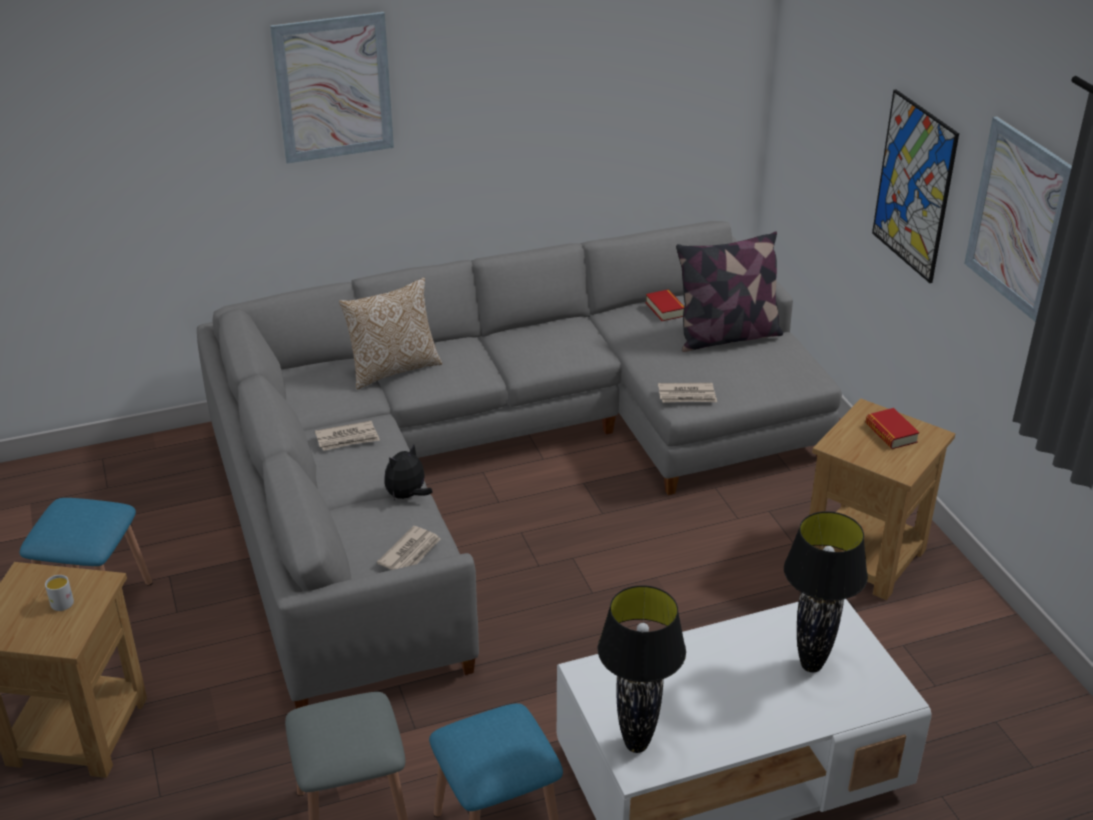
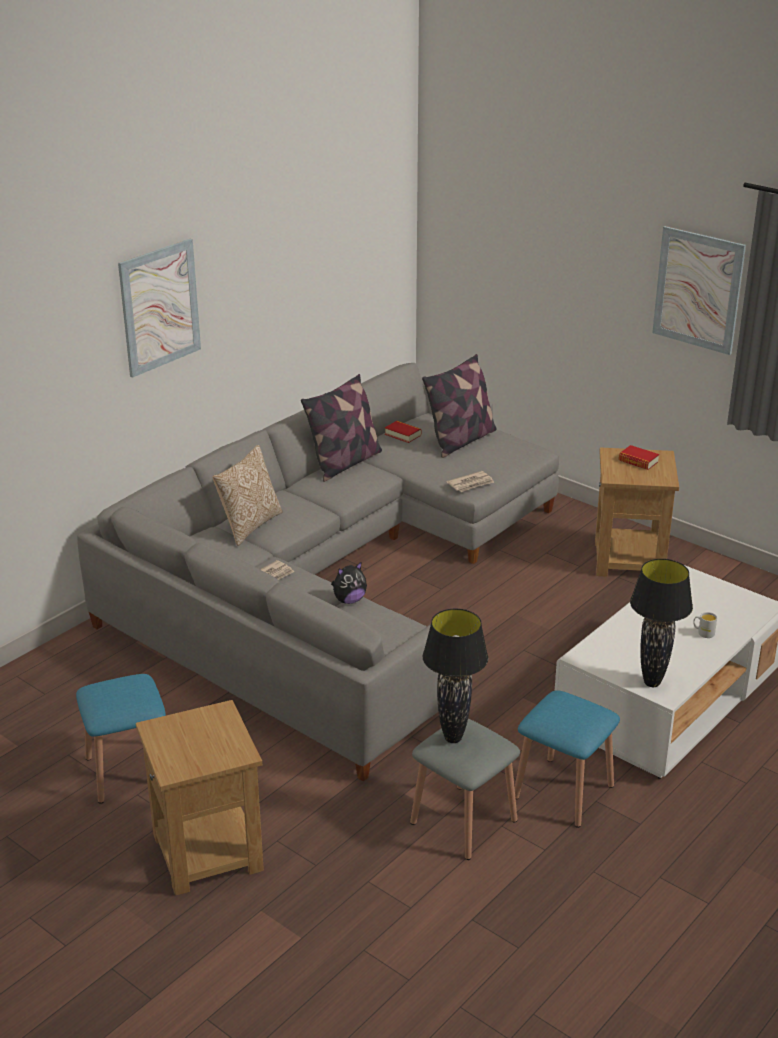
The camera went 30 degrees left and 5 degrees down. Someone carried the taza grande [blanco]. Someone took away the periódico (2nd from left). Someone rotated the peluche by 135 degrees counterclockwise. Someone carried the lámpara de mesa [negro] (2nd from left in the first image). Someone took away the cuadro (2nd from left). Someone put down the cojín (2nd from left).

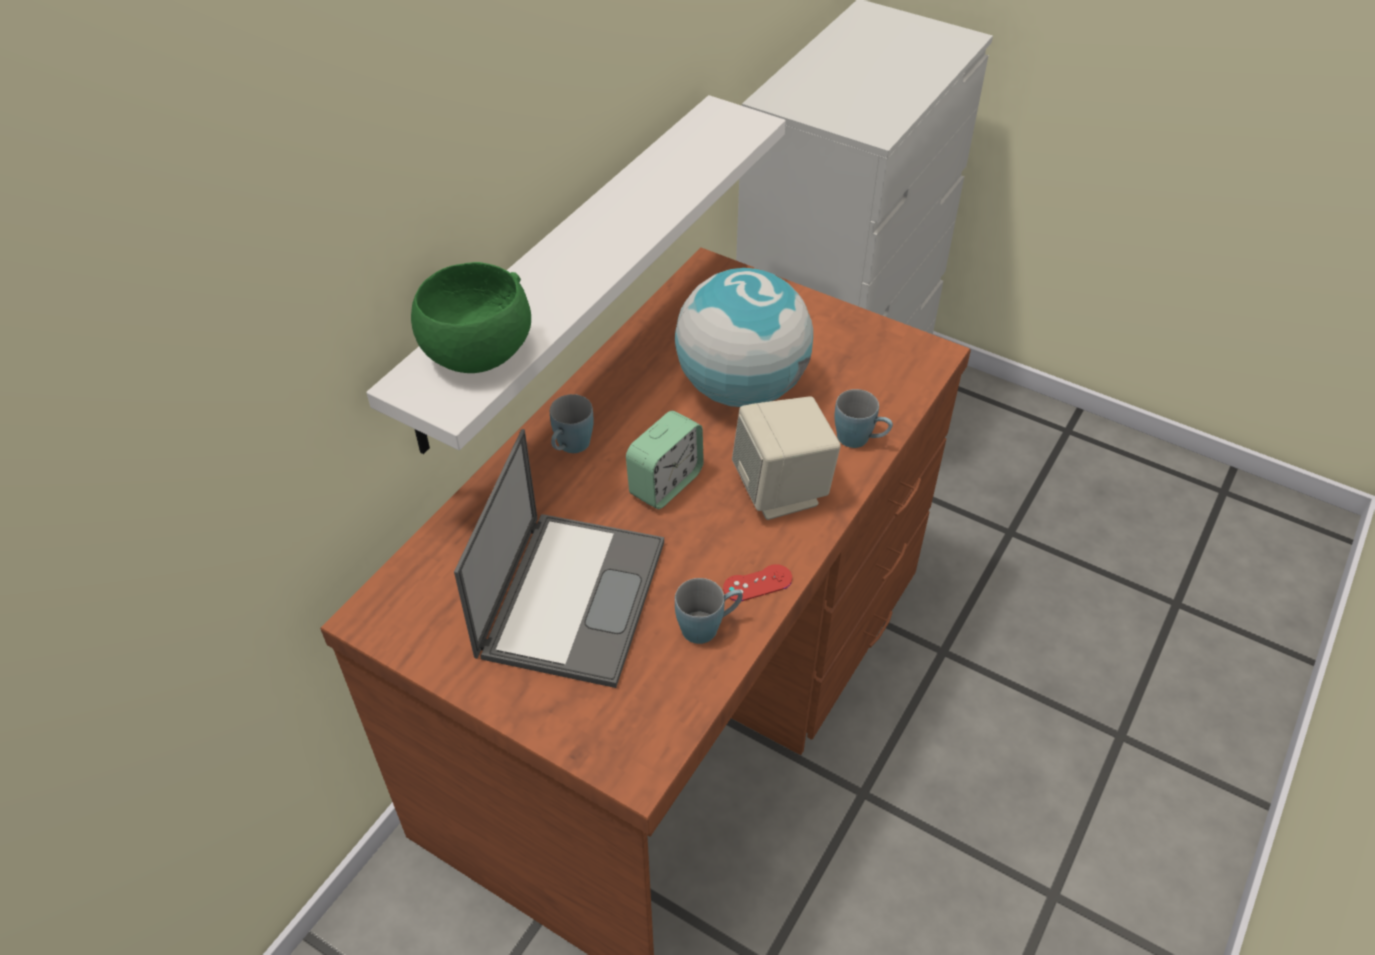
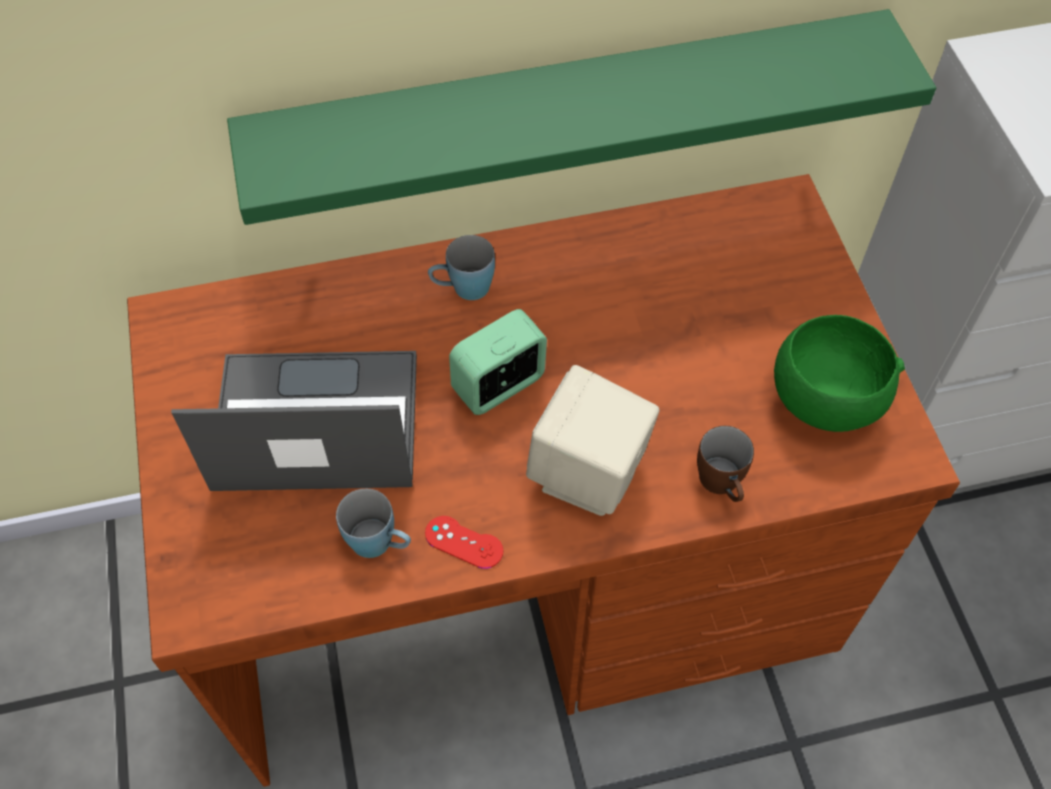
The camera went 45 degrees right and 10 degrees up. Someone repainted the estante [blanco], which became the estante [verde]. Someone carried the cuenco [verde]. Someone rotated the portátil by 150 degrees counterclockwise. Someone rotated the despertador by 150 degrees clockwise. Someone took away the globo terráqueo. Someone repainted the taza grande [azul] (3rd from left), which became the taza grande [marrón].

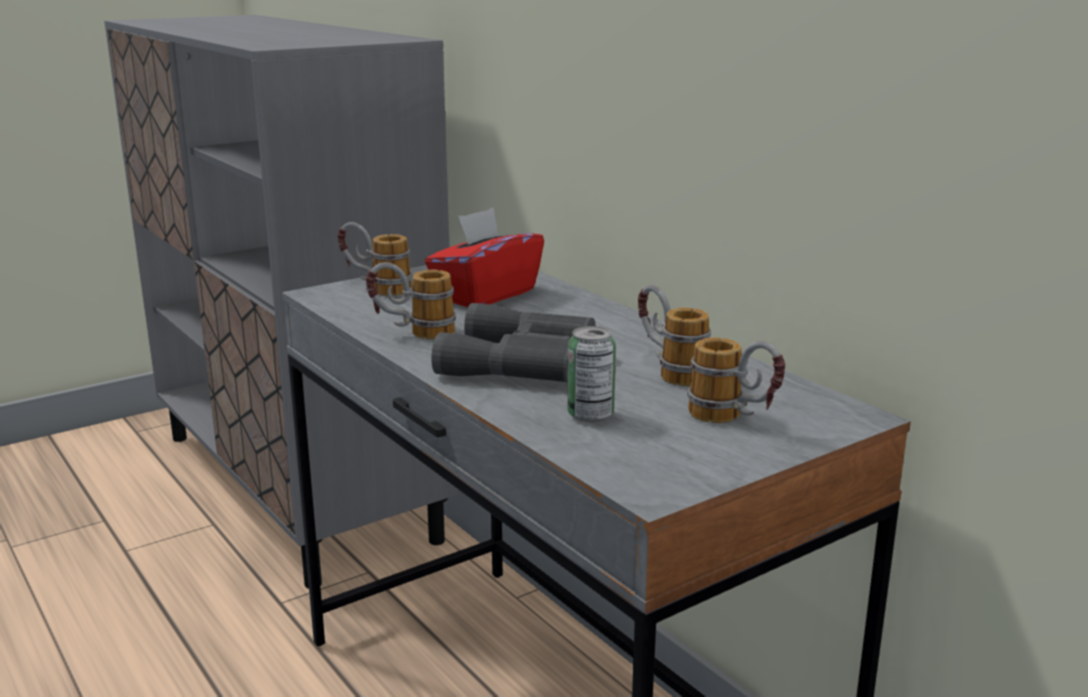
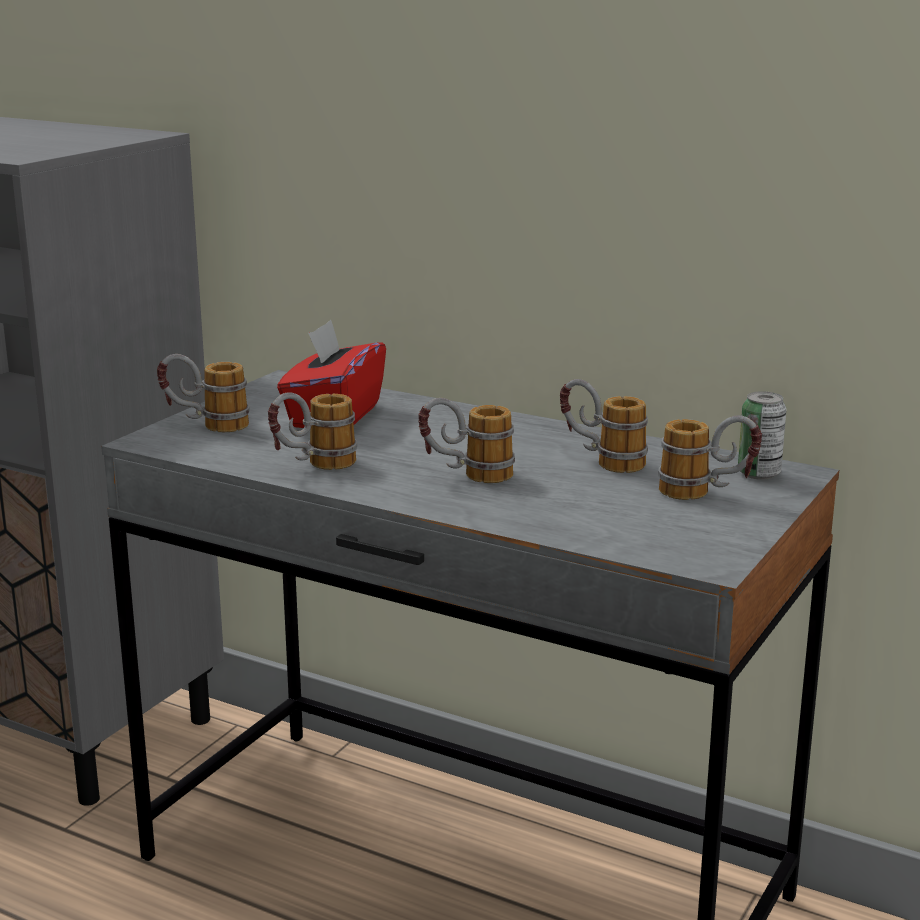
The camera went 25 degrees left and 0 degrees up. Someone swapped the prismáticos [gris] for the taza grande (3rd from left). Someone carried the lata.

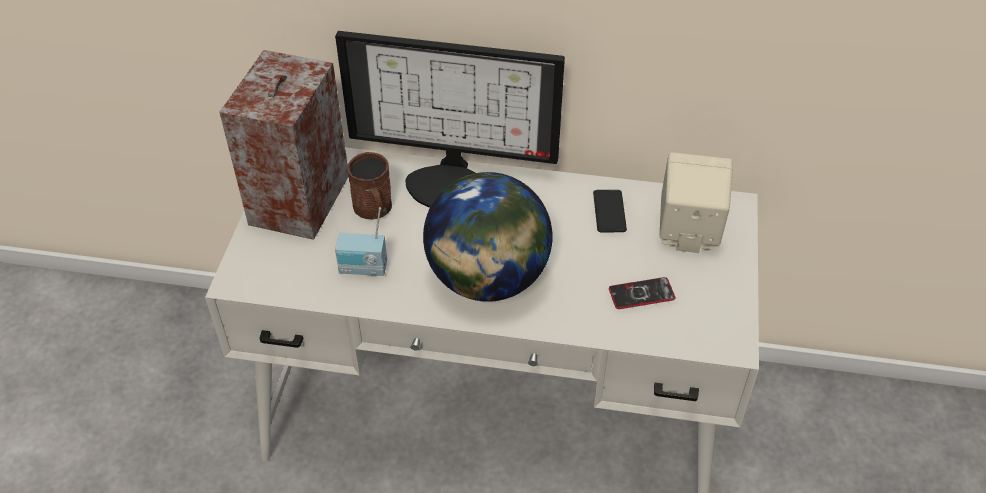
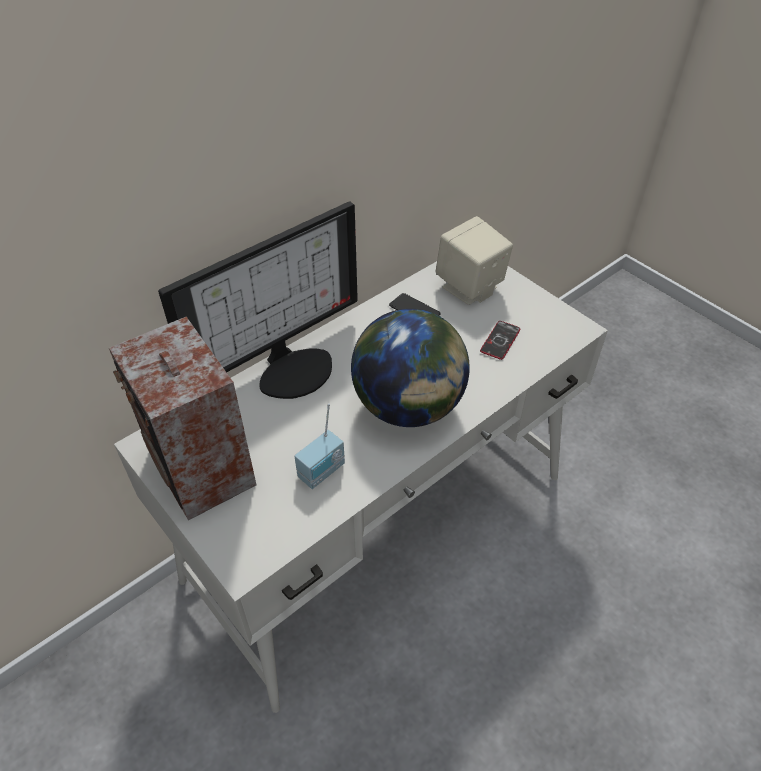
The camera went 50 degrees left and 0 degrees up. Someone took away the taza grande [marrón].

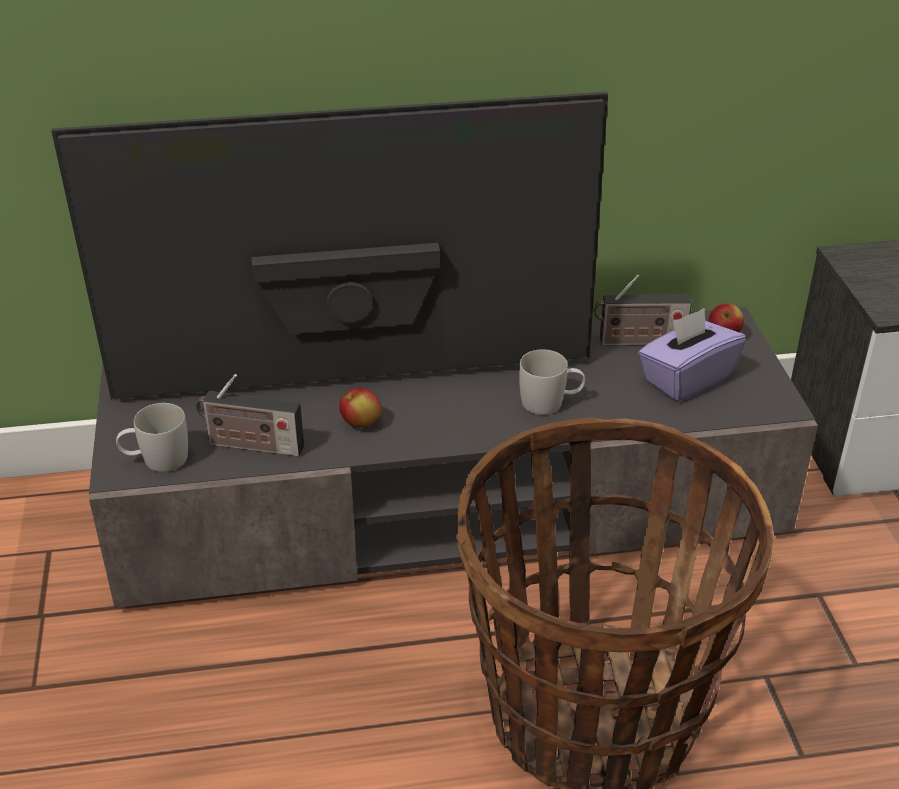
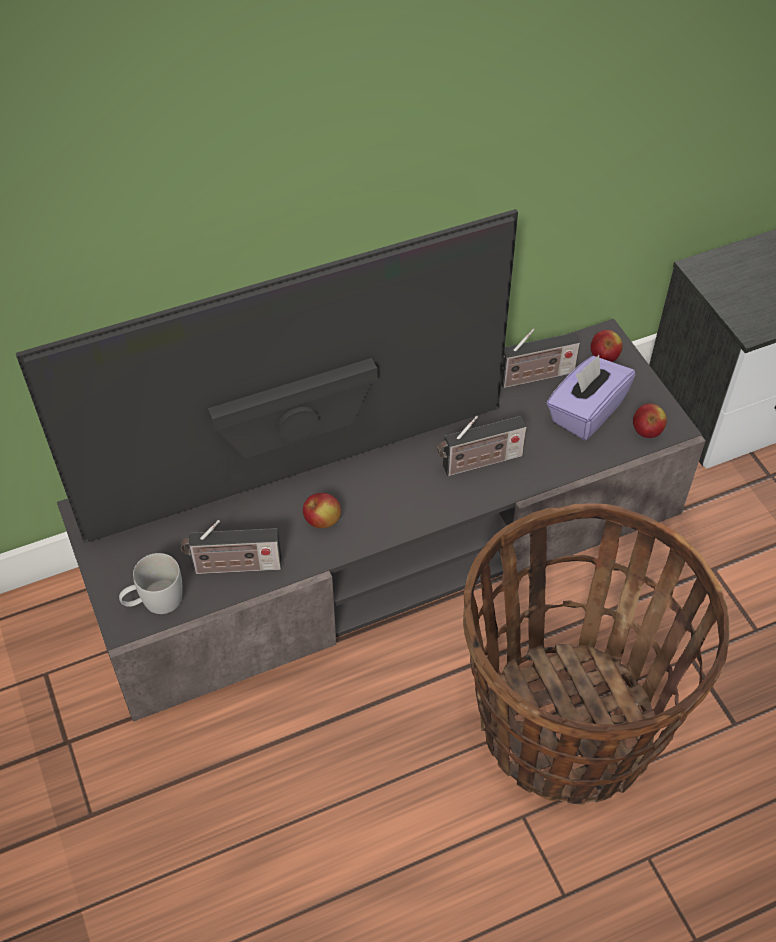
The camera went 15 degrees left and 15 degrees up. Someone swapped the taza grande [blanco] (2nd from left) for the radio (2nd from left). Someone put down the manzana (3rd from left).

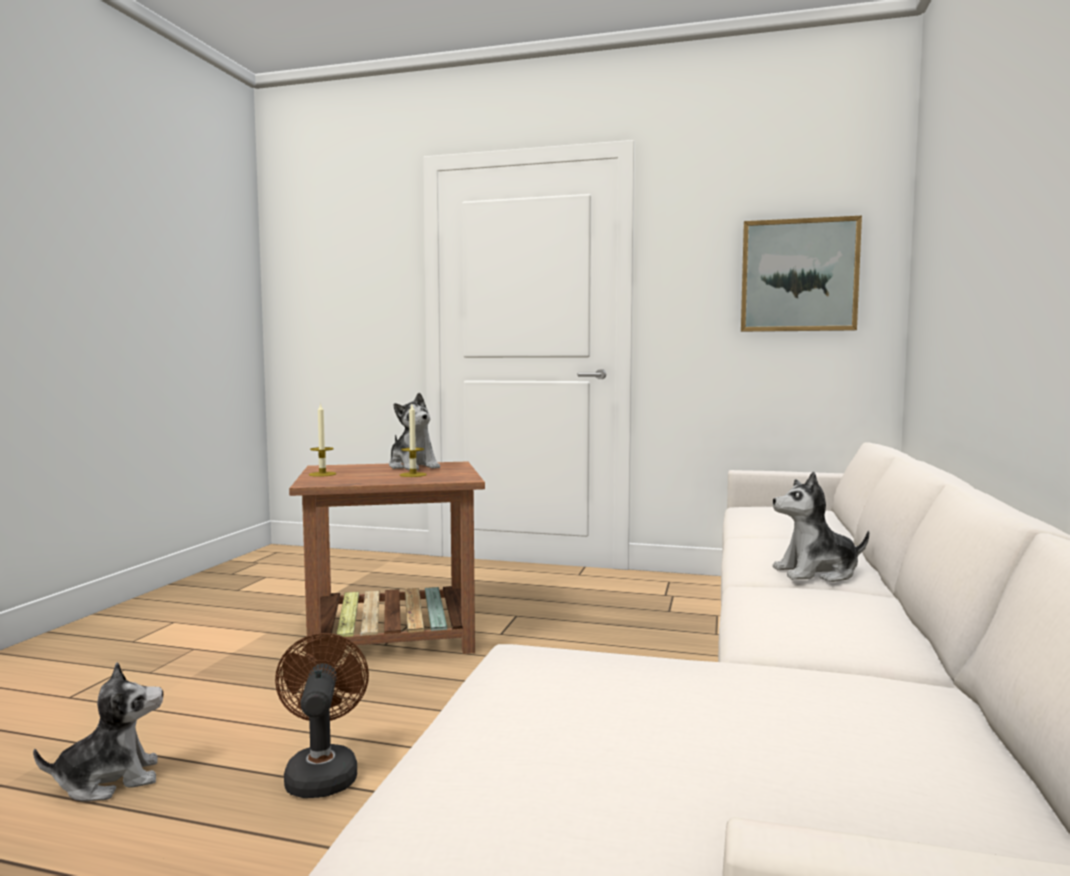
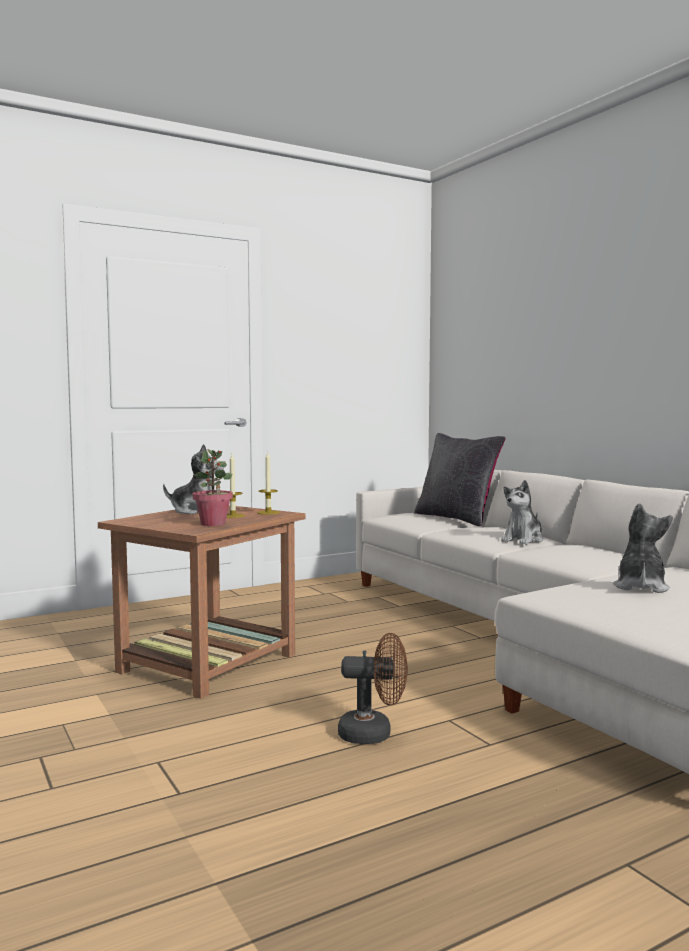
The camera went 45 degrees left and 0 degrees up. Someone carried the peluche (1st from left in the first image). Someone rotated the ventilador [marrón] by 150 degrees clockwise. Someone carried the vela (1st from left in the first image). Someone took away the cuadro. Someone put down the planta en maceta. Someone put down the cojín [negro].

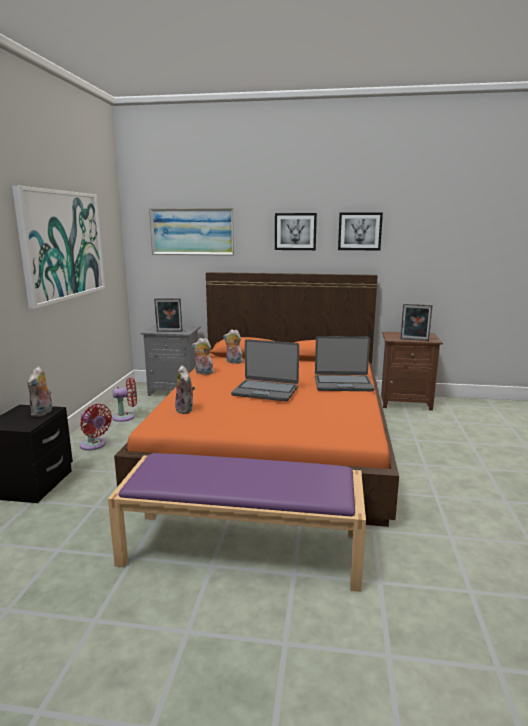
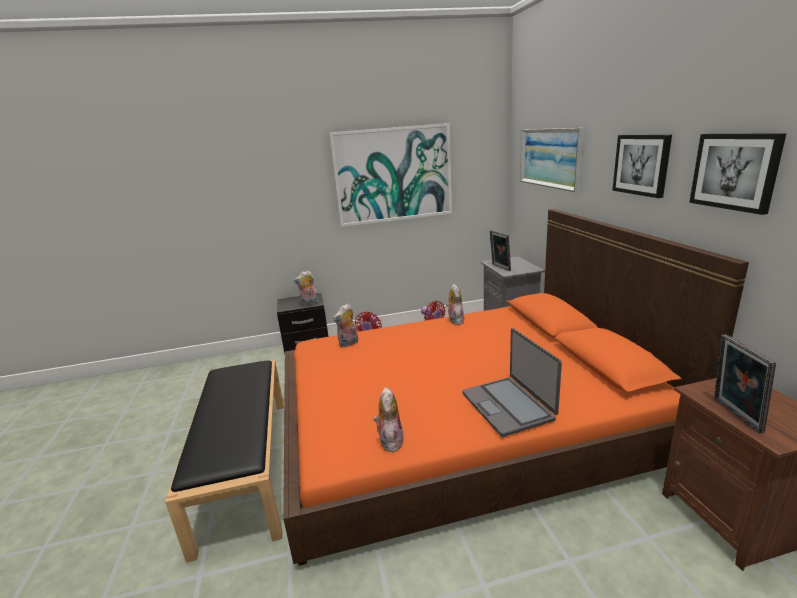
The camera went 70 degrees right and 5 degrees up. Someone repainted the banco [morado], which became the banco [negro]. Someone carried the peluche (4th from left in the first image). Someone took away the portátil (1st from left).

